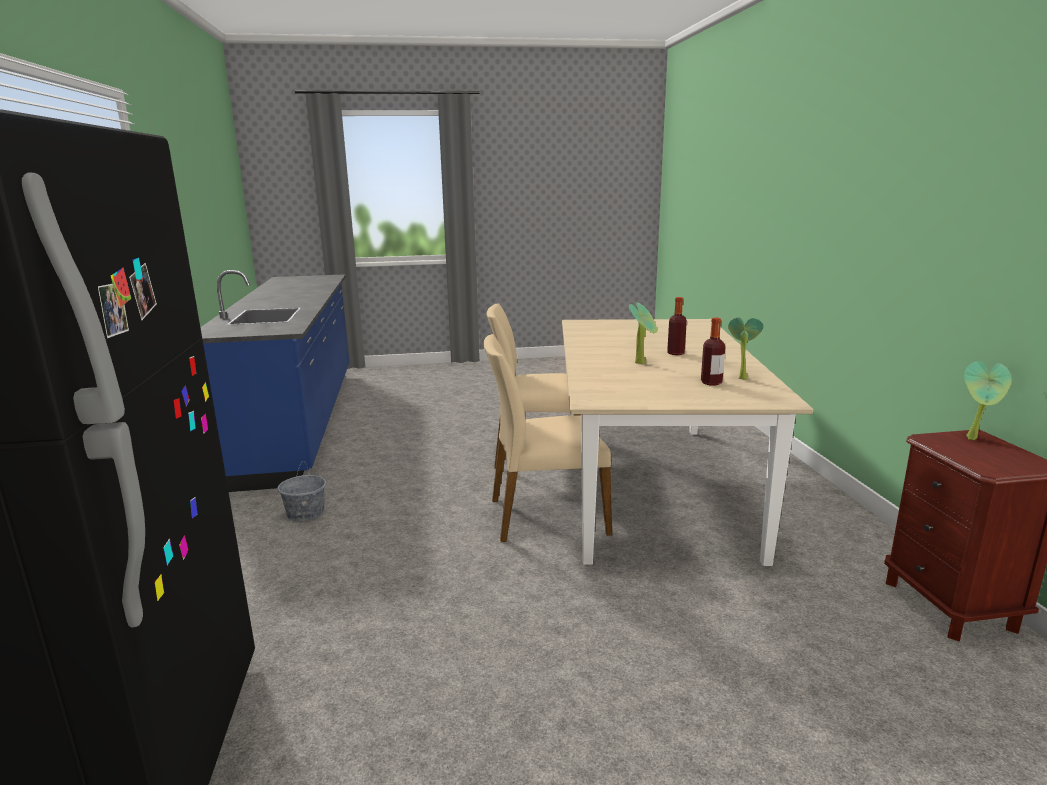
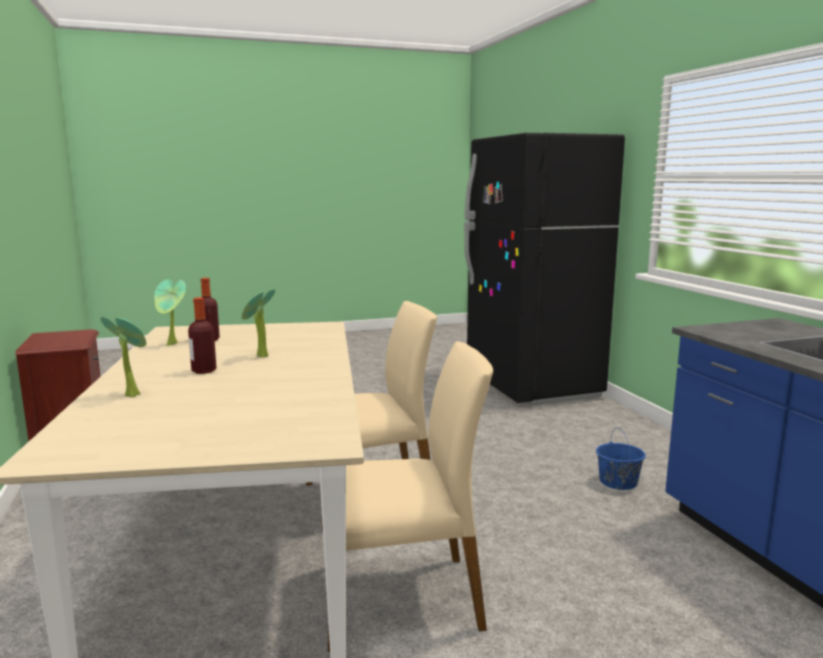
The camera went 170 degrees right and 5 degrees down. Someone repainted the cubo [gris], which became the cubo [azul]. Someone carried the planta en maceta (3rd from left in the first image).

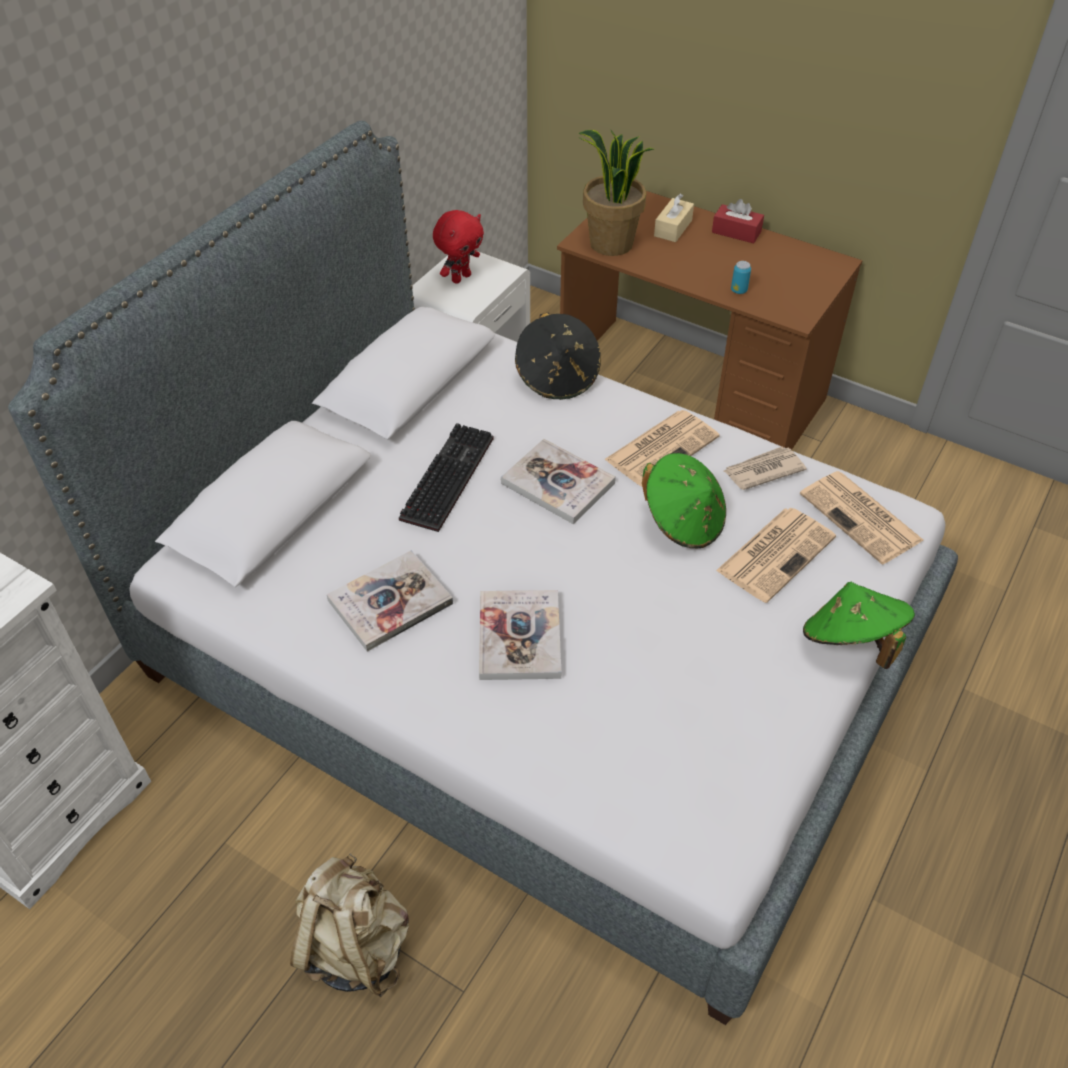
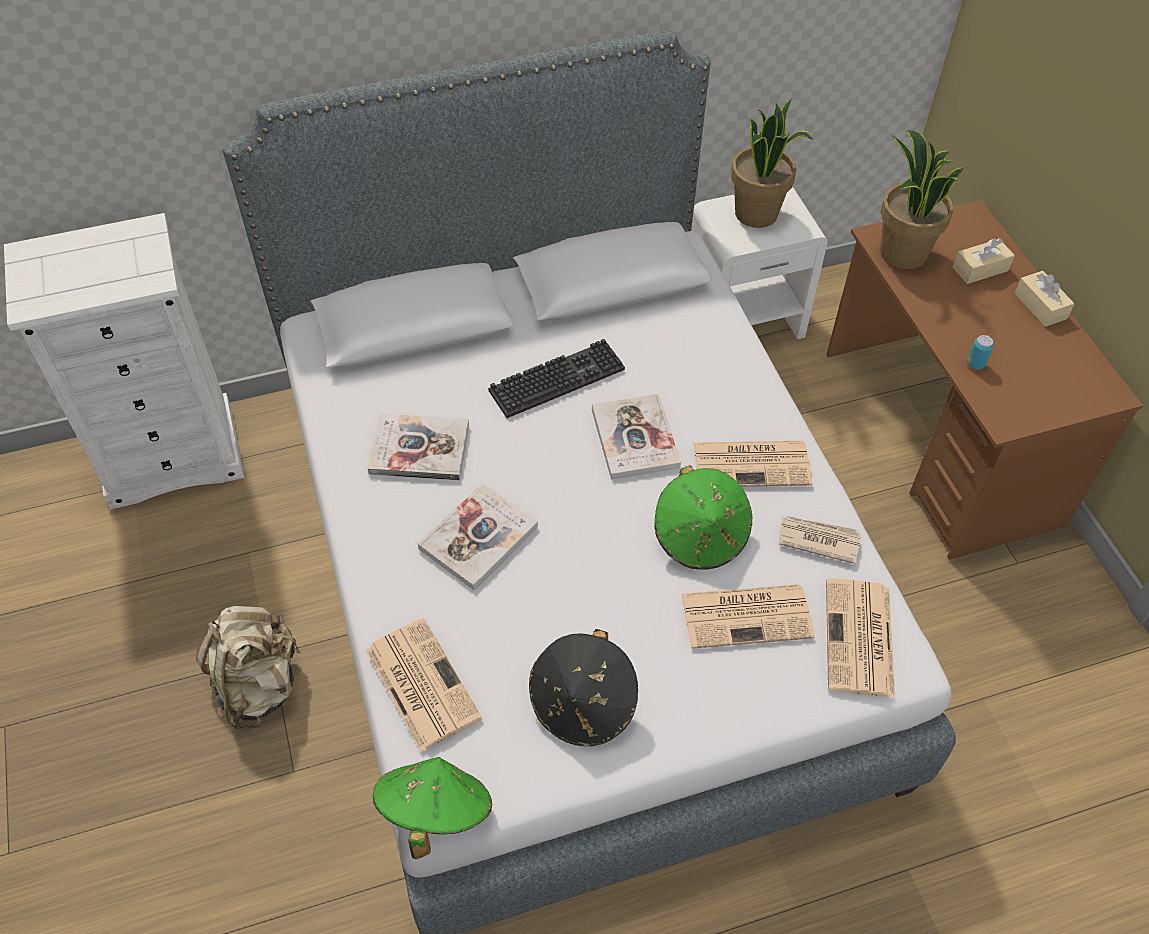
The camera went 40 degrees right and 5 degrees up. Someone swapped the peluche [rojo] for the planta en maceta (1st from left). Someone carried the sombrero [negro]. Someone repainted the caja de pañuelos [rojo], which became the caja de pañuelos [beis] (2nd from left). Someone carried the sombrero [verde] (2nd from left in the first image). Someone put down the periódico (1st from left).

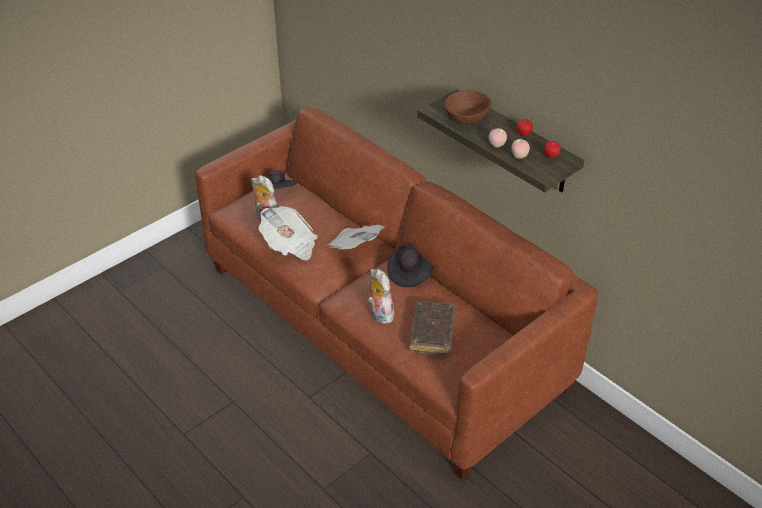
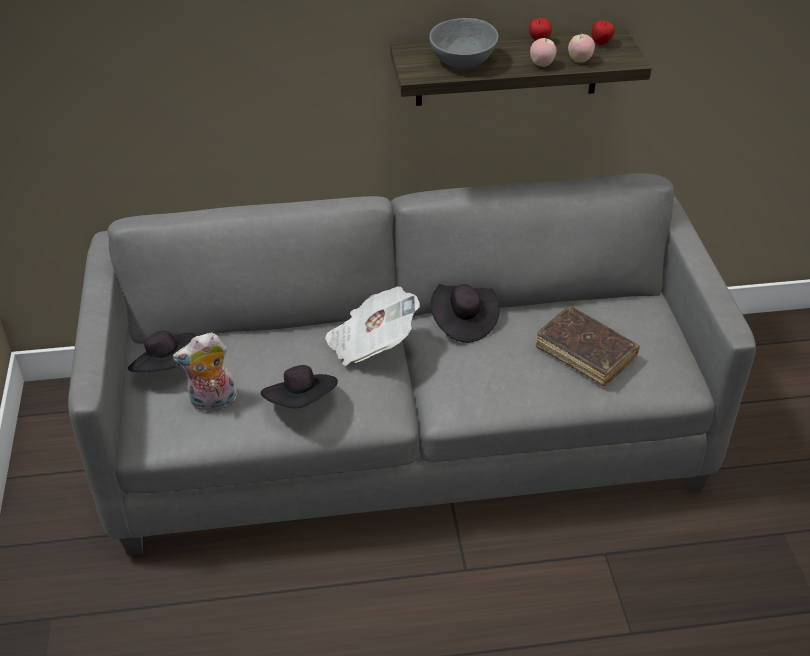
The camera went 55 degrees left and 0 degrees up. Someone repainted the sofá [marrón], which became the sofá [gris]. Someone swapped the periódico (1st from left) for the sombrero [negro] (2nd from left). Someone took away the peluche (2nd from left). Someone repainted the cuenco [marrón], which became the cuenco [gris].

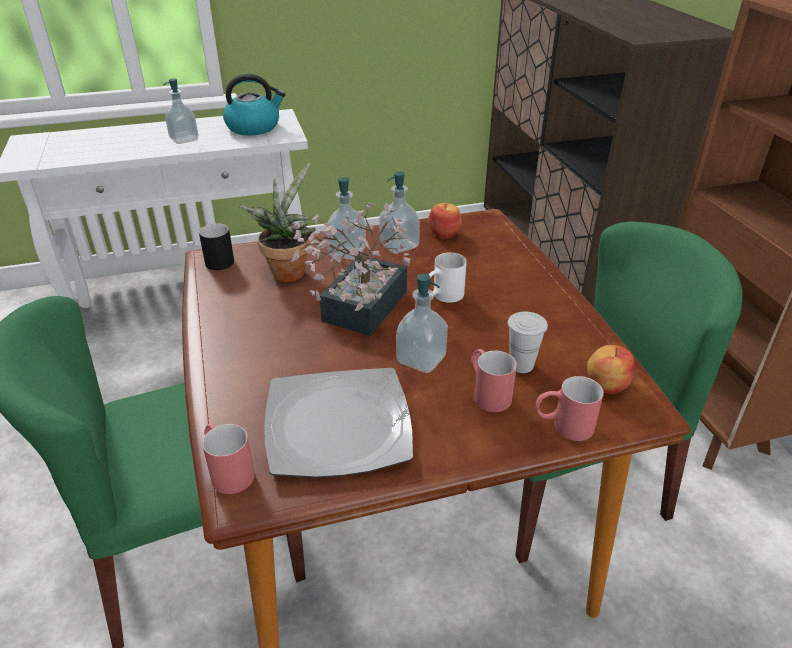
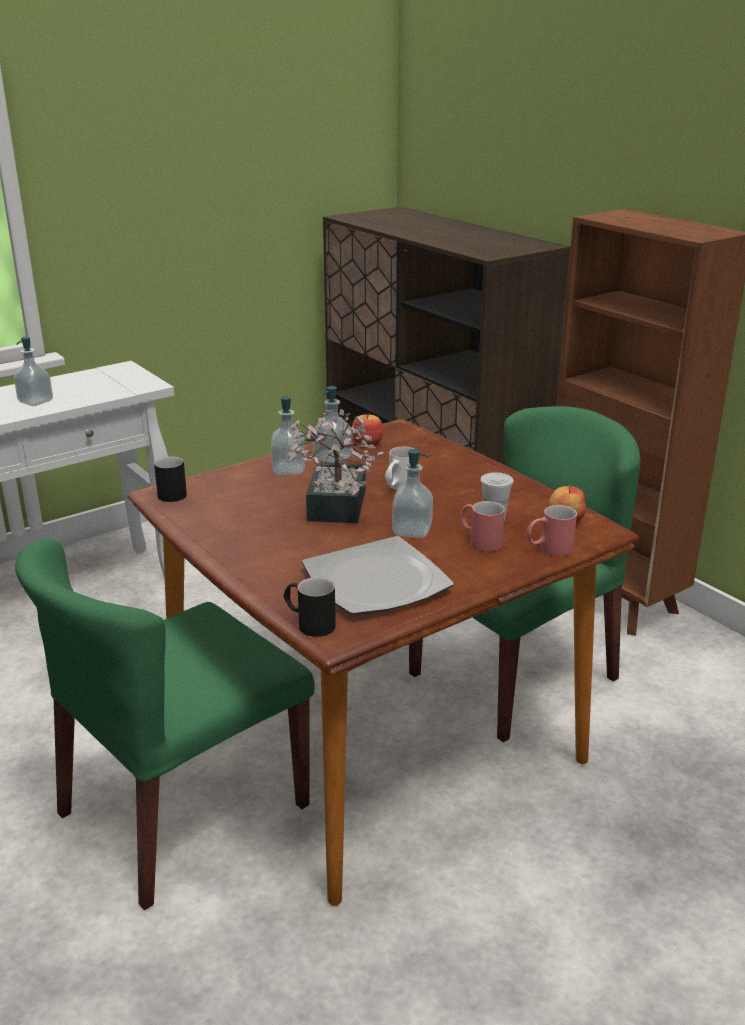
The camera went 20 degrees left and 10 degrees down. Someone repainted the taza grande [rojo] (1st from left), which became the taza grande [negro] (2nd from left). Someone took away the hervidor. Someone took away the planta en maceta (1st from left).

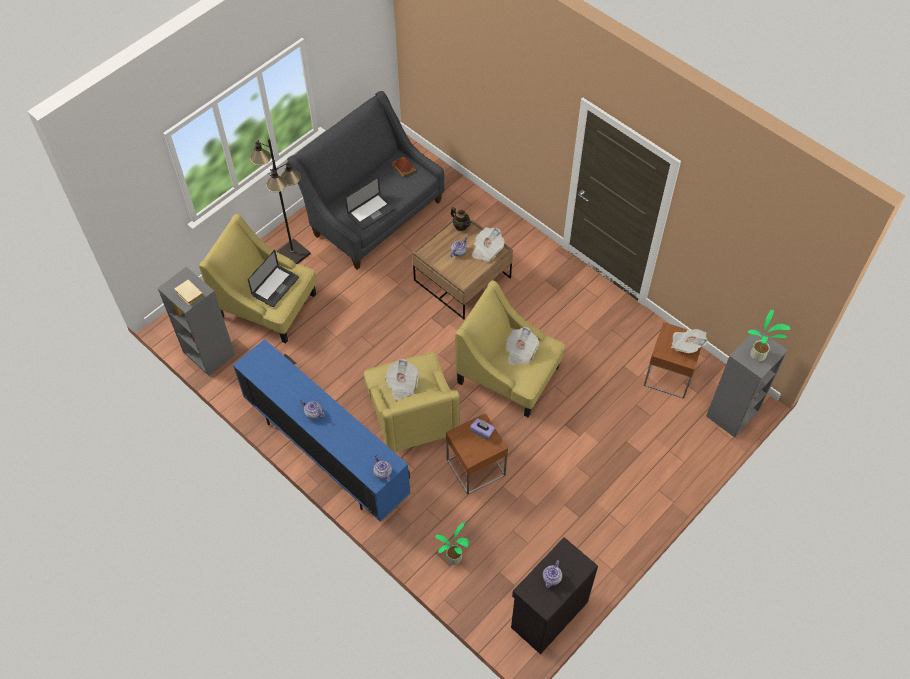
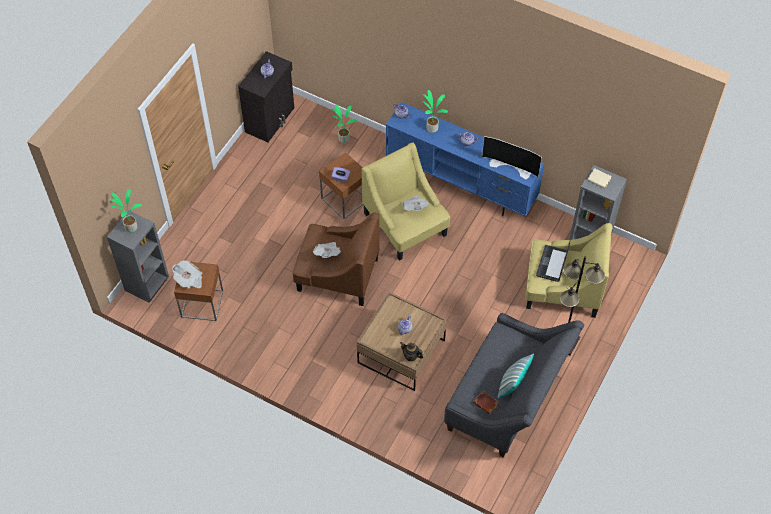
The camera went 165 degrees right and 0 degrees up. Someone took away the portátil (2nd from left). Someone repainted the sillón [amarillo] (3rd from left), which became the sillón [marrón]. Someone took away the periódico (2nd from left). Someone put down the planta en maceta (3rd from left). Someone put down the televisor. Someone put down the cojín.

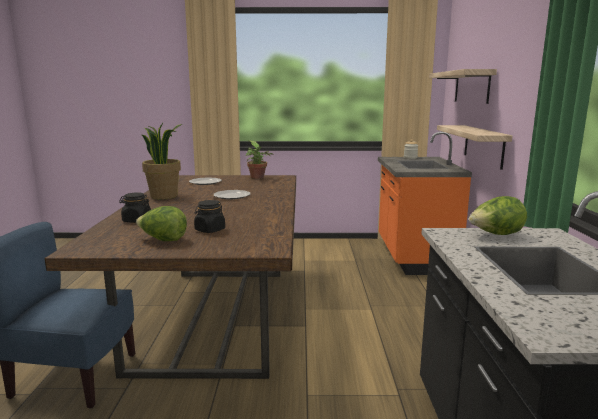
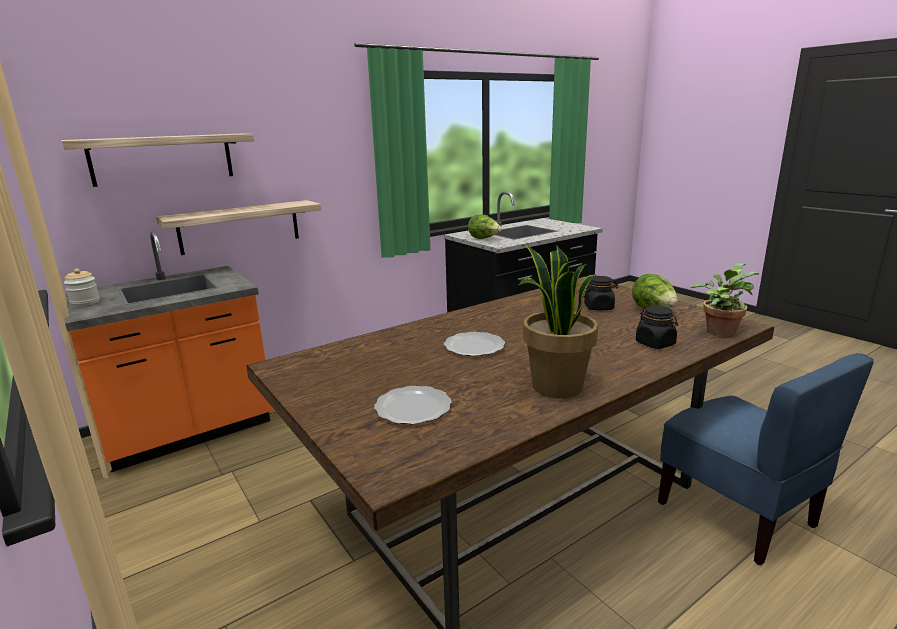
The camera went 125 degrees left and 5 degrees up. Someone carried the planta en maceta (2nd from left).

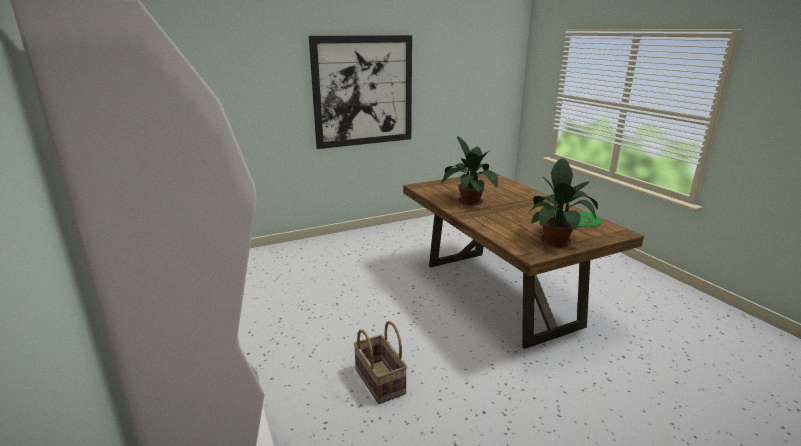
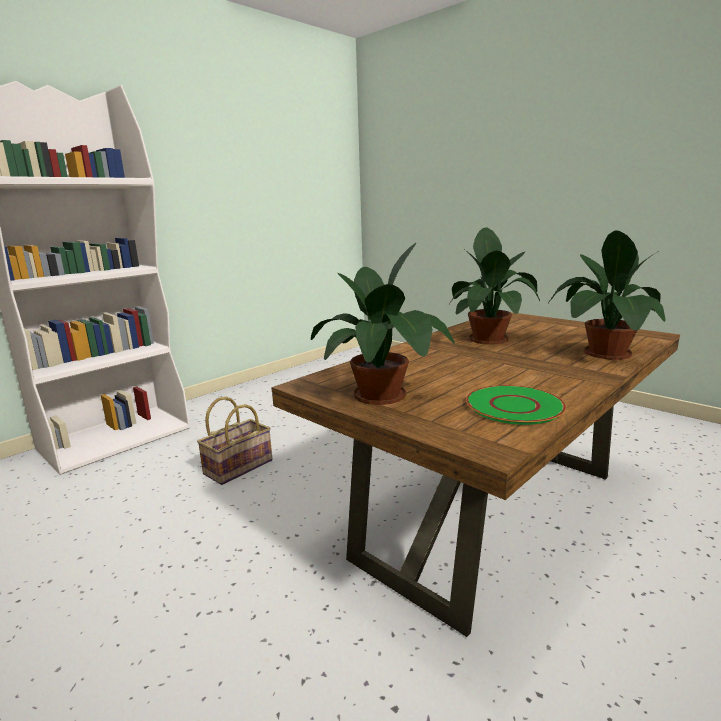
The camera went 70 degrees right and 5 degrees down. Someone took away the cuadro. Someone put down the planta en maceta (3rd from left).

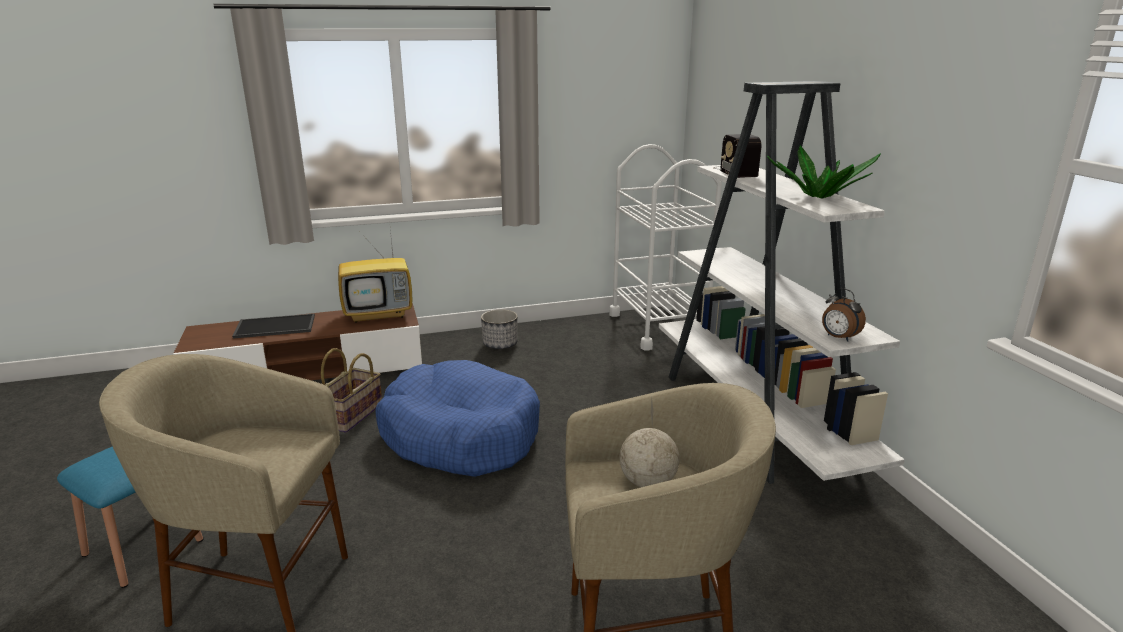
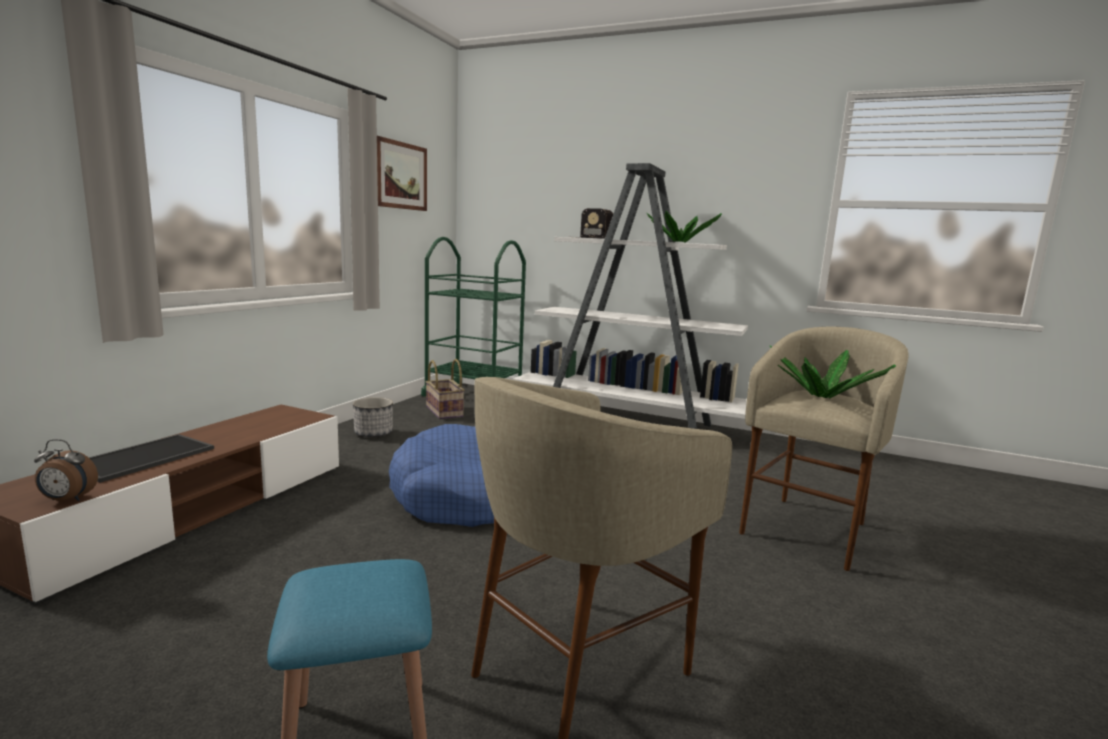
The camera went 50 degrees left and 10 degrees down. Someone carried the cesta. Someone took away the televisor. Someone repainted the carrito [blanco], which became the carrito [verde]. Someone swapped the globo terráqueo for the planta en maceta (2nd from left). Someone carried the despertador. Someone put up the cuadro.

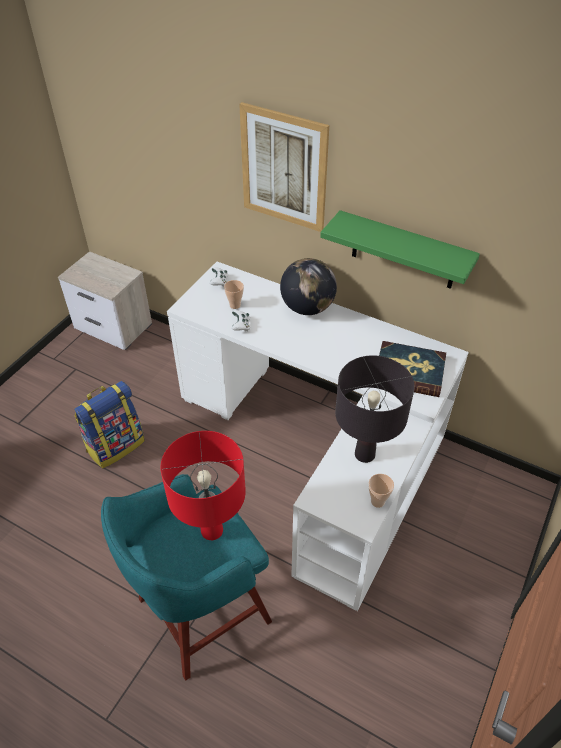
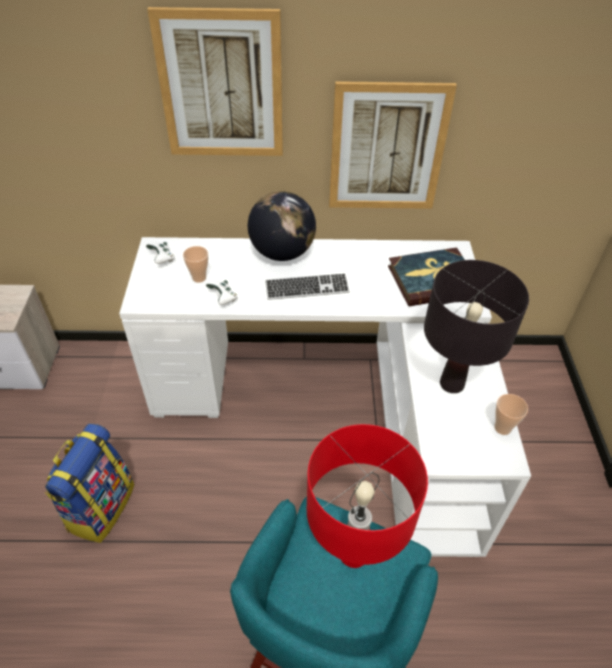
The camera went 30 degrees left and 0 degrees up. Someone swapped the estante [verde] for the cuadro (2nd from left). Someone put down the teclado.

